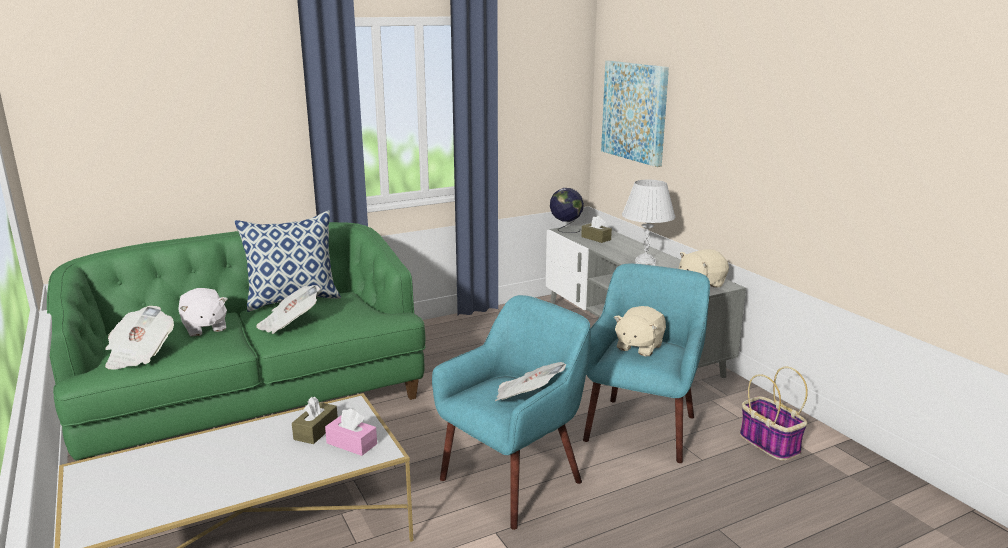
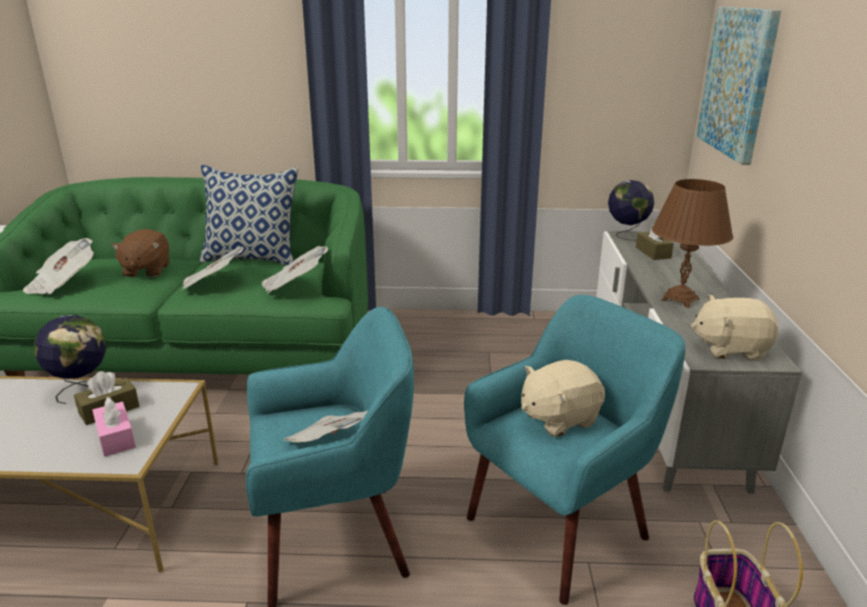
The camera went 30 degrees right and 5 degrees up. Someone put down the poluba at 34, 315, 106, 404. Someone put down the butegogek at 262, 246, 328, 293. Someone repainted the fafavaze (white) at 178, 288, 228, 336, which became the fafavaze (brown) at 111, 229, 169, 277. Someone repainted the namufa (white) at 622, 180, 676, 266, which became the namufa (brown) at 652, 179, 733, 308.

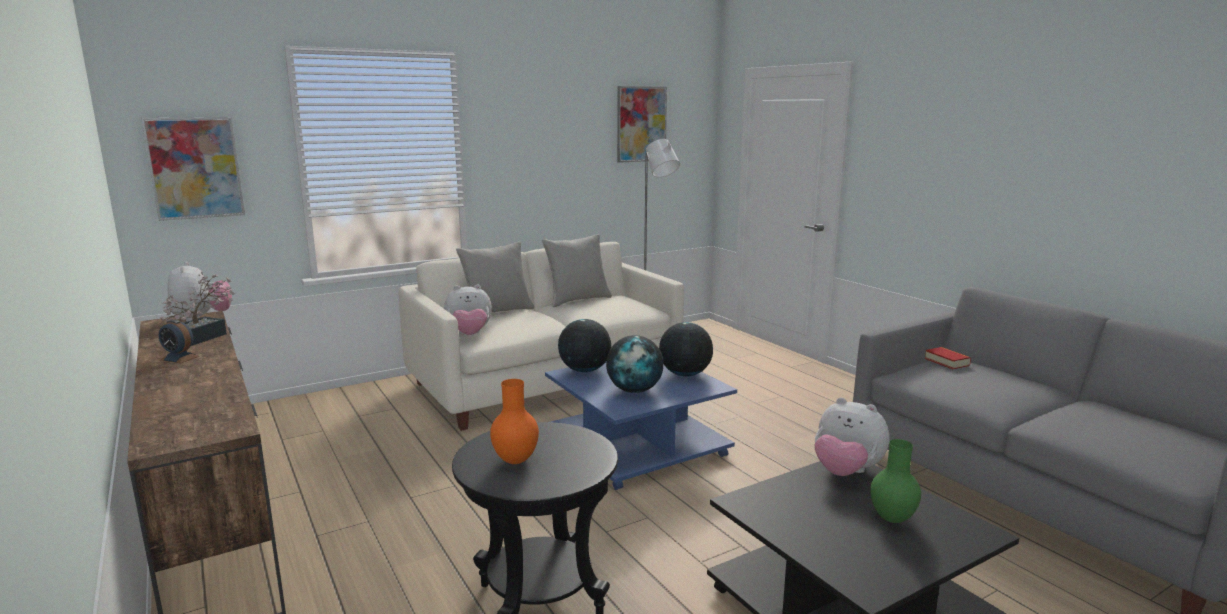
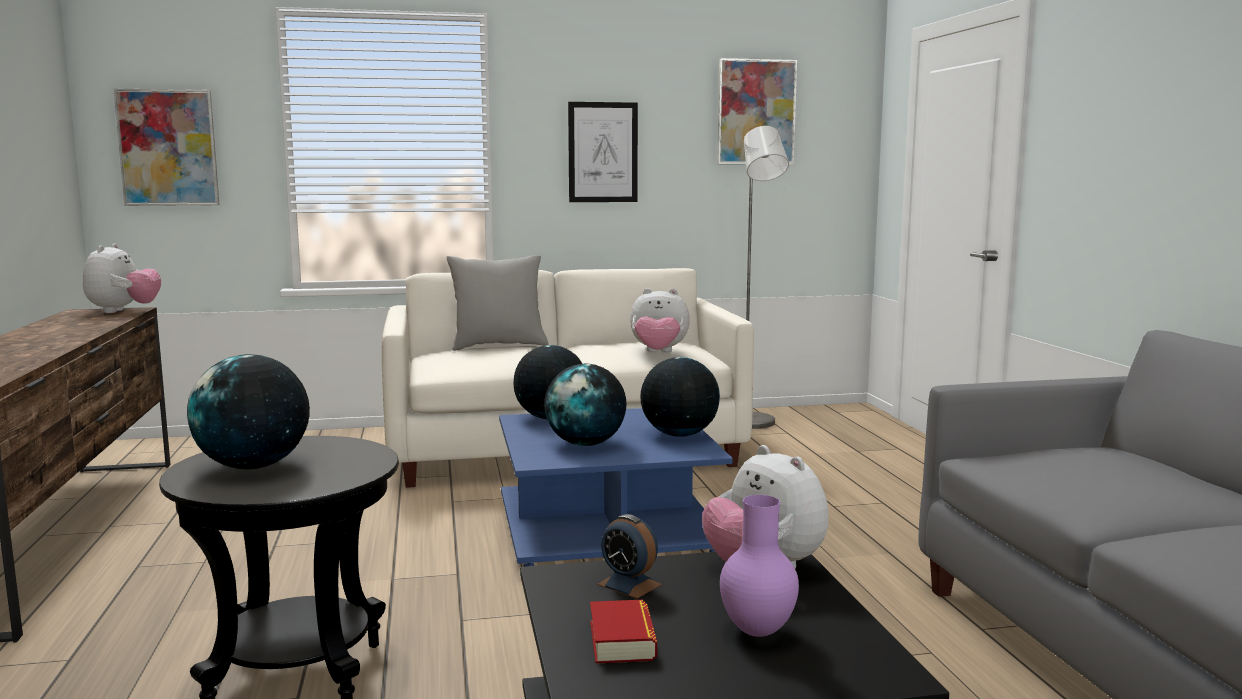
The camera went 20 degrees right and 5 degrees down. Someone took away the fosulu at 160, 274, 235, 346. Someone took away the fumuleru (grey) at 542, 234, 612, 307. Someone put up the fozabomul at 568, 102, 638, 202. Someone carried the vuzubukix from 159, 320, 199, 363 to 597, 514, 662, 599. Someone carried the fafavaze from 444, 284, 492, 335 to 630, 288, 690, 352. Someone carried the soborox from 925, 347, 971, 369 to 590, 600, 657, 664. Someone swapped the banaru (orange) at 490, 379, 539, 464 for the poluba at 187, 354, 310, 469. Someone repainted the banaru (green) at 870, 439, 921, 523, which became the banaru (purple) at 720, 495, 799, 637.

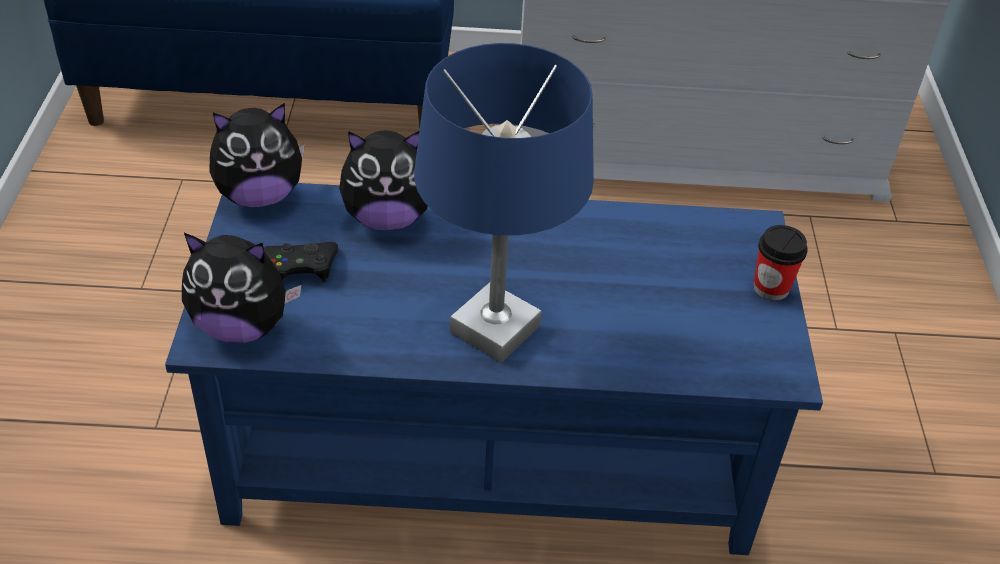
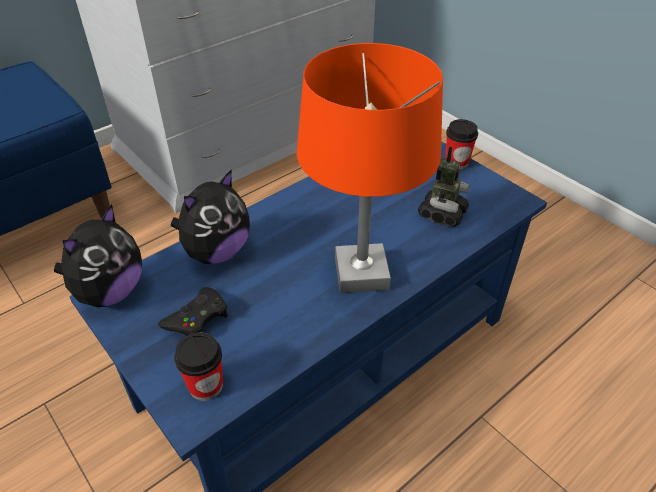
The camera went 40 degrees left and 0 degrees up. Someone put down the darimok at 418, 147, 470, 226. Someone swapped the fafavaze at 182, 233, 302, 343 for the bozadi at 174, 332, 223, 401. Someone repainted the namufa (blue) at 414, 43, 594, 363, which became the namufa (orange) at 297, 43, 443, 293.

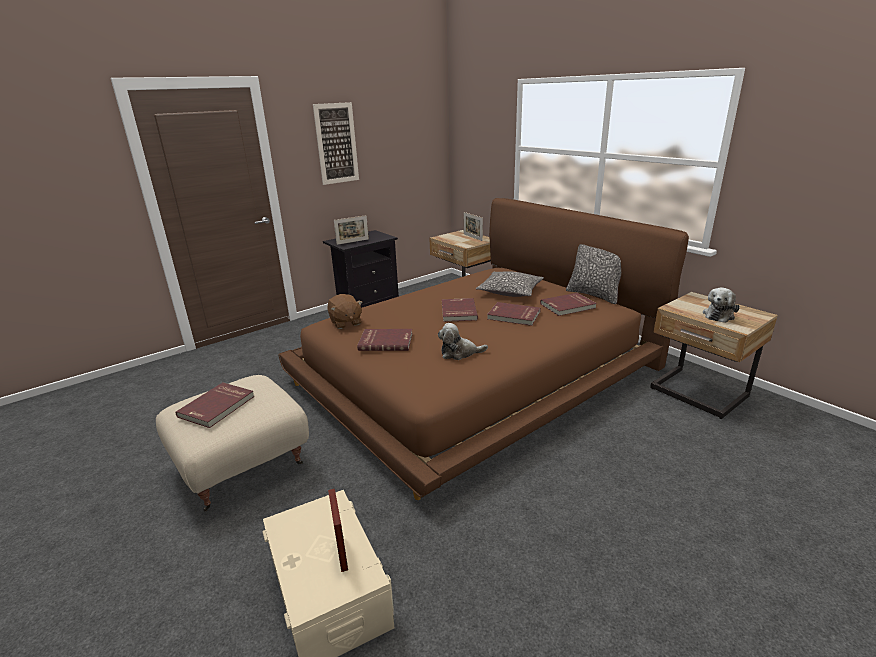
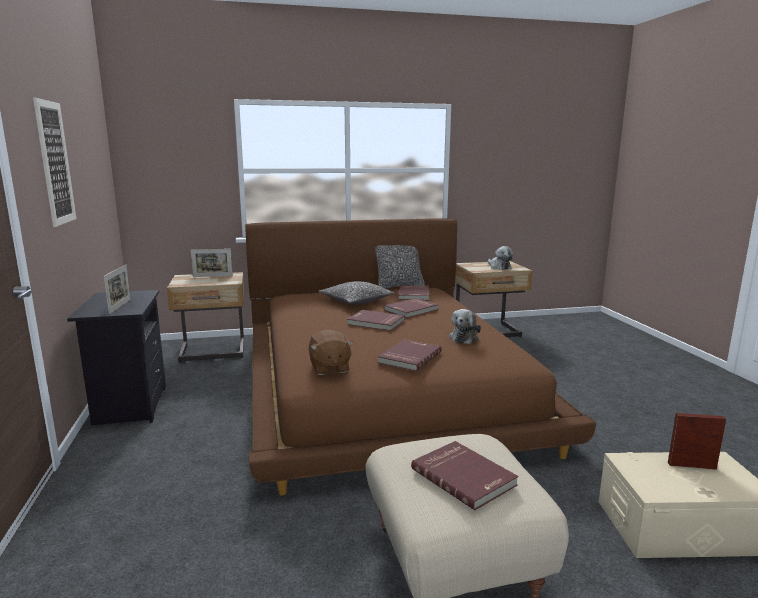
The camera went 65 degrees left and 10 degrees down. Someone rotated the fafavaze (brown) at 327, 294, 363, 329 by 75 degrees clockwise.

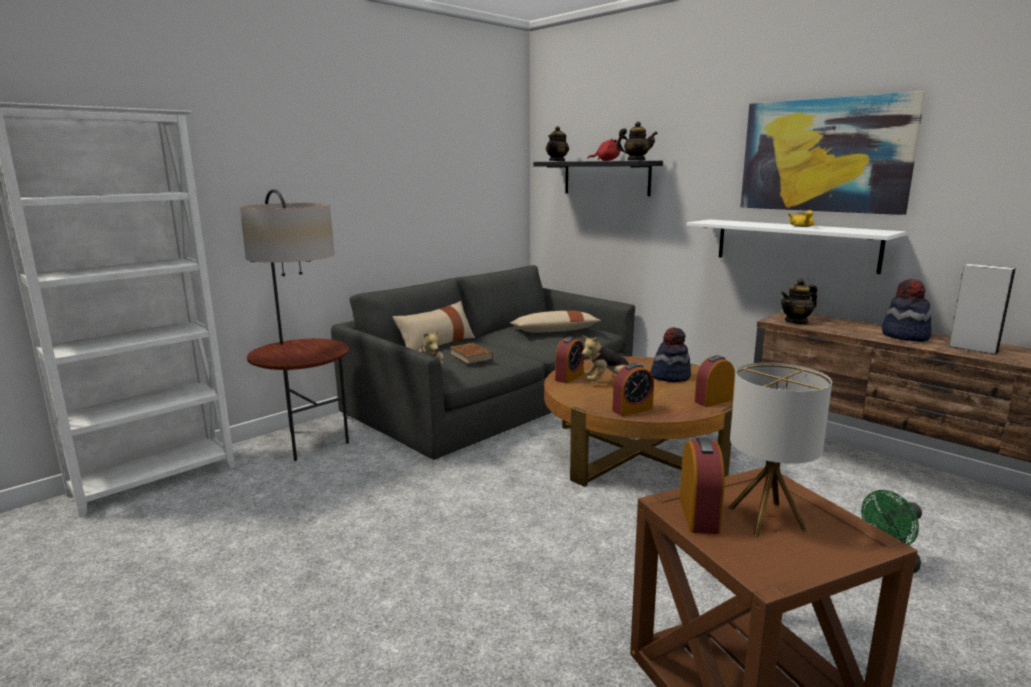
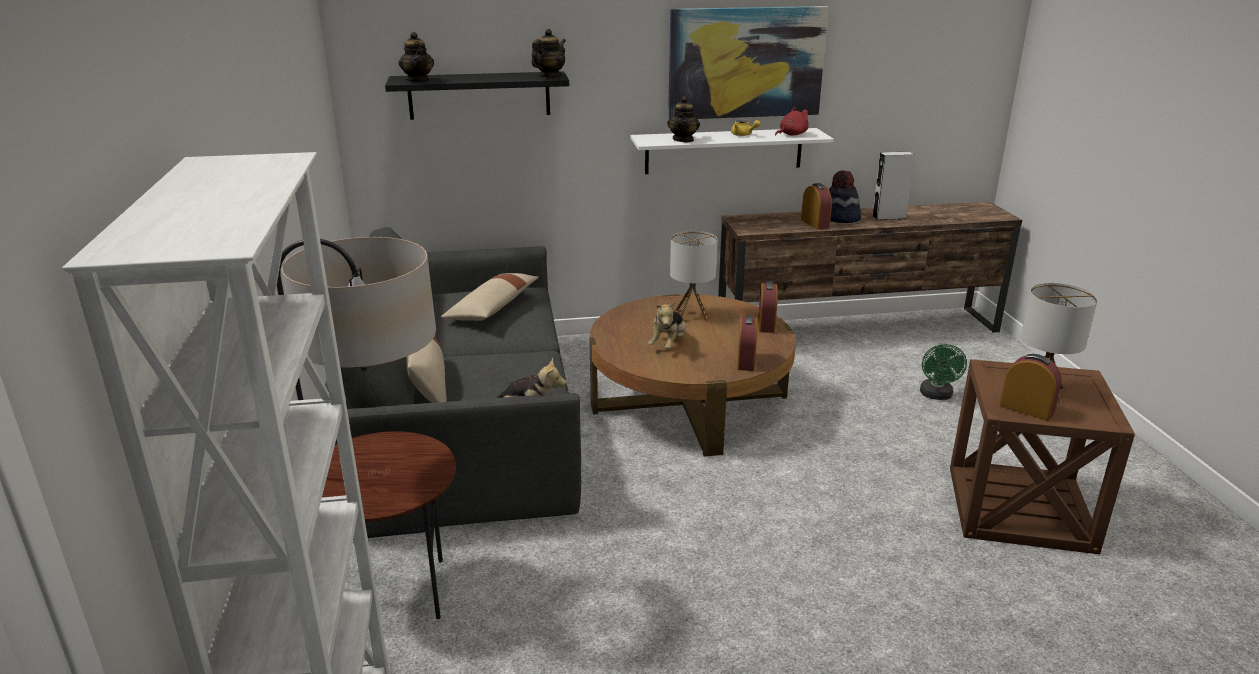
The camera went 55 degrees left and 10 degrees up. Someone took away the soborox (brown) at 450, 343, 493, 364. Someone carried the vuzubukix from 555, 336, 584, 383 to 801, 183, 832, 230. Someone carried the fafavaze (red) from 587, 139, 620, 161 to 775, 107, 809, 136. Someone carried the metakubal from 781, 278, 817, 325 to 667, 96, 700, 142. Someone swapped the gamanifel at 650, 327, 691, 382 for the namufa at 670, 231, 718, 322.

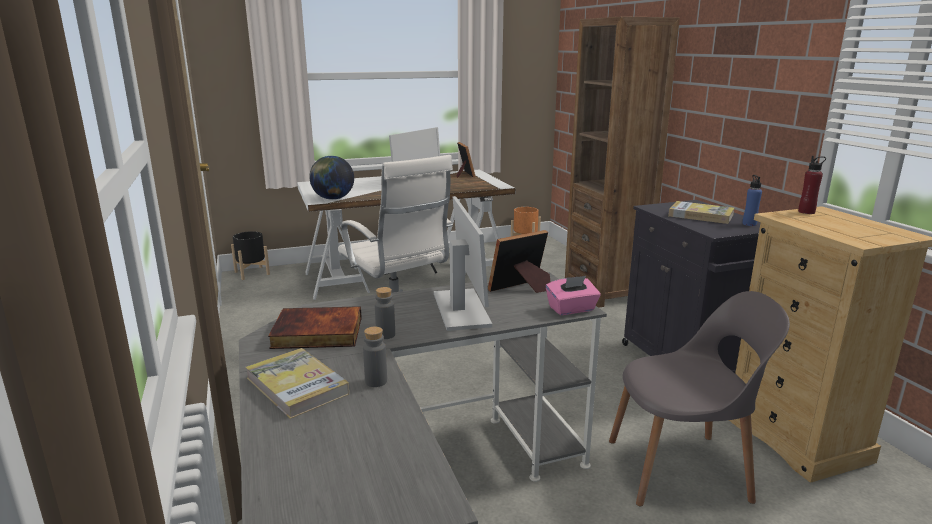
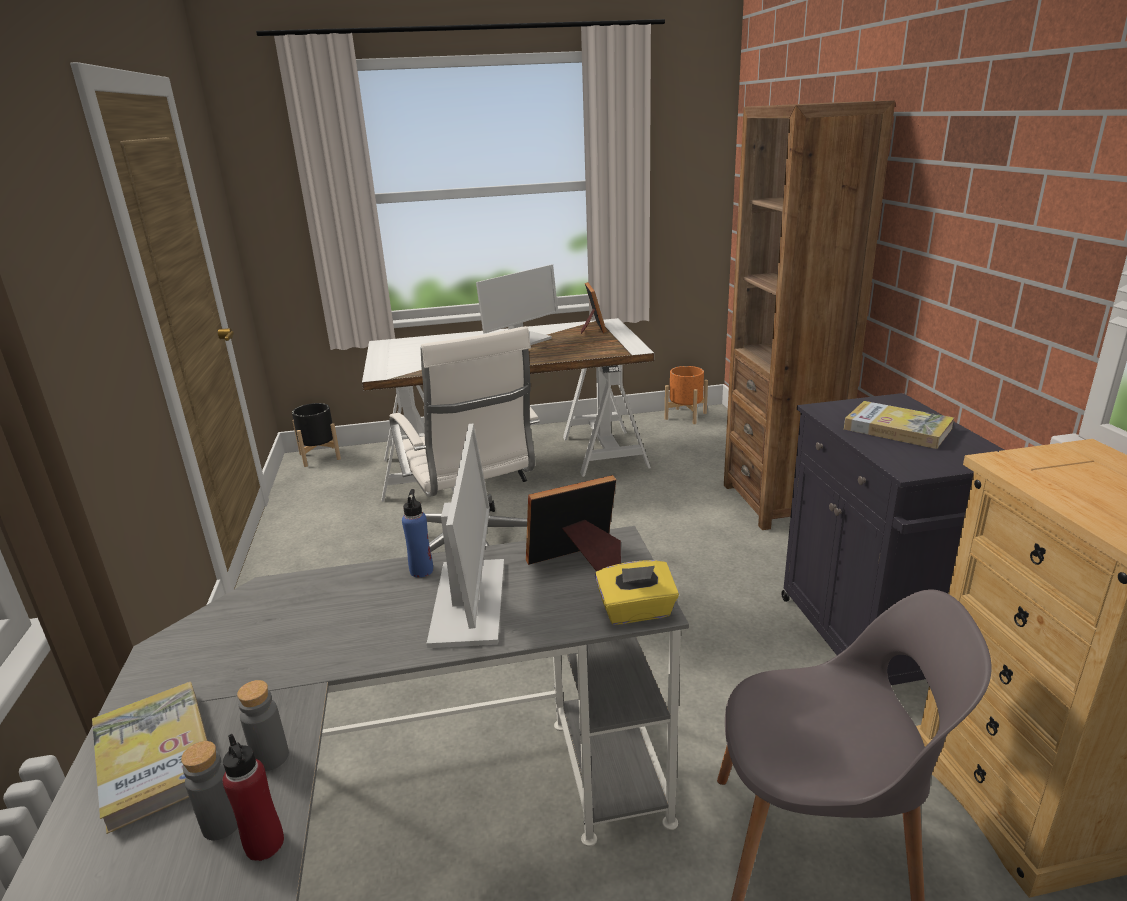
The camera went 10 degrees right and 5 degrees up. Someone took away the soborox at 268, 306, 362, 349. Someone took away the poluba at 309, 156, 354, 200. Someone carried the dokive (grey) from 375, 287, 395, 339 to 181, 741, 238, 840. Someone carried the dokive (blue) from 742, 175, 762, 226 to 402, 489, 433, 578. Someone carried the dokive (red) from 798, 156, 826, 214 to 223, 734, 284, 861. Someone repainted the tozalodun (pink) at 546, 276, 601, 315, which became the tozalodun (yellow) at 595, 560, 679, 625.

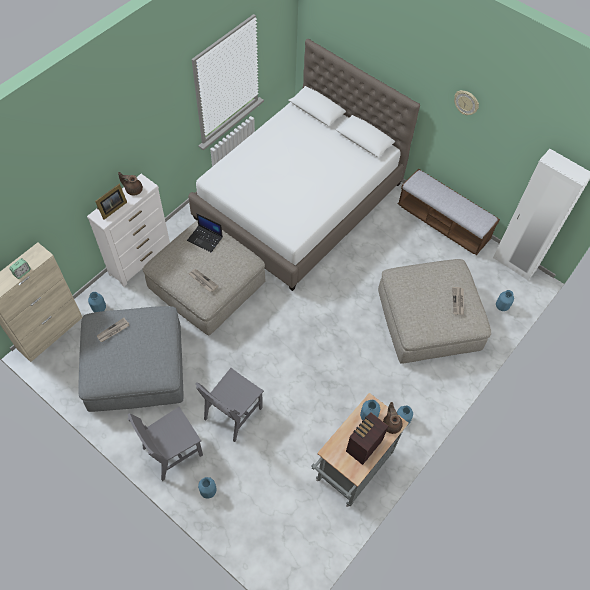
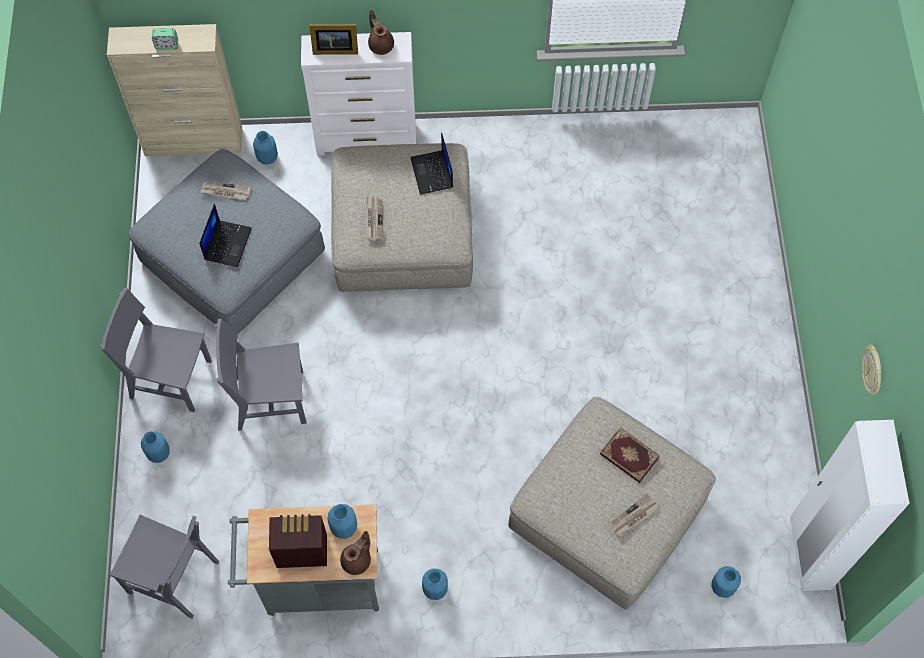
The camera went 50 degrees right and 5 degrees up. Someone took away the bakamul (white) at 188, 39, 420, 291. Someone took away the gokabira at 398, 168, 500, 255. Someone put down the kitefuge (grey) at 109, 515, 219, 619. Someone put down the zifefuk at 199, 204, 252, 267. Someone put down the soborox at 600, 427, 660, 483. Someone carried the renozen from 454, 90, 479, 115 to 862, 344, 881, 395.

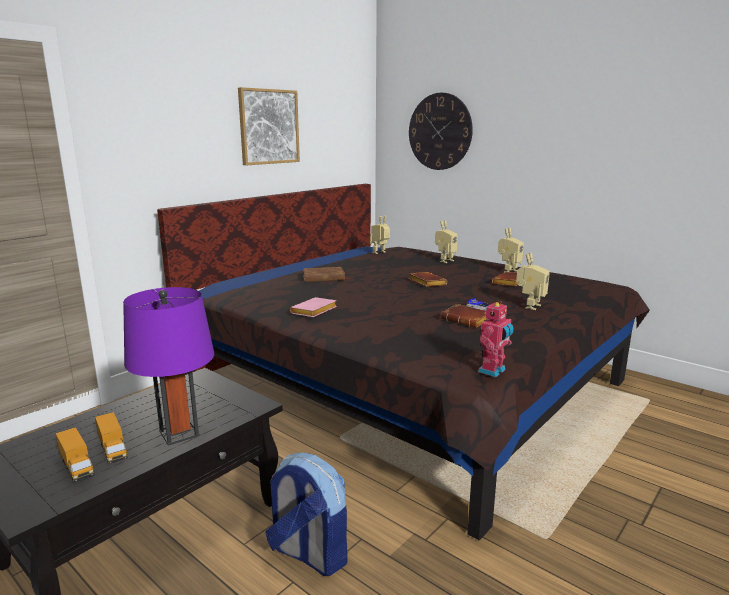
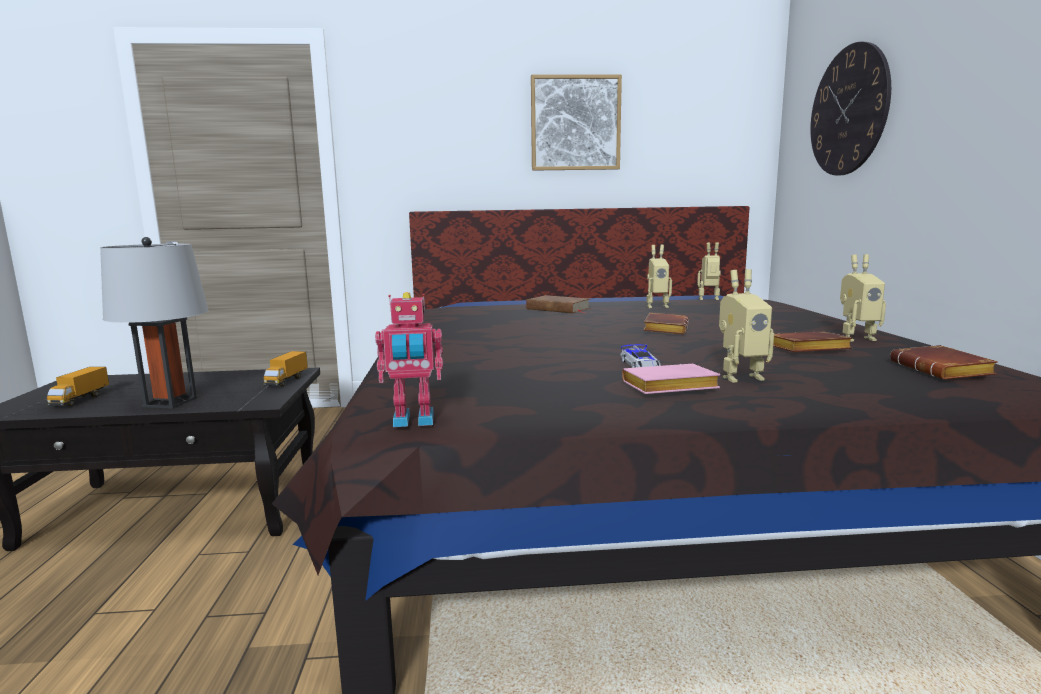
The camera went 45 degrees right and 5 degrees down. Someone took away the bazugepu at 265, 452, 348, 576. Someone carried the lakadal from 95, 412, 128, 464 to 263, 351, 308, 387. Someone carried the soborox (pink) from 290, 297, 337, 317 to 622, 364, 720, 394. Someone carried the darimok from 435, 220, 458, 263 to 646, 245, 672, 308. Someone carried the soborox (brown) from 441, 304, 488, 328 to 890, 345, 998, 379. Someone repainted the namufa (purple) at 123, 287, 214, 446, which became the namufa (grey) at 100, 237, 209, 409.

